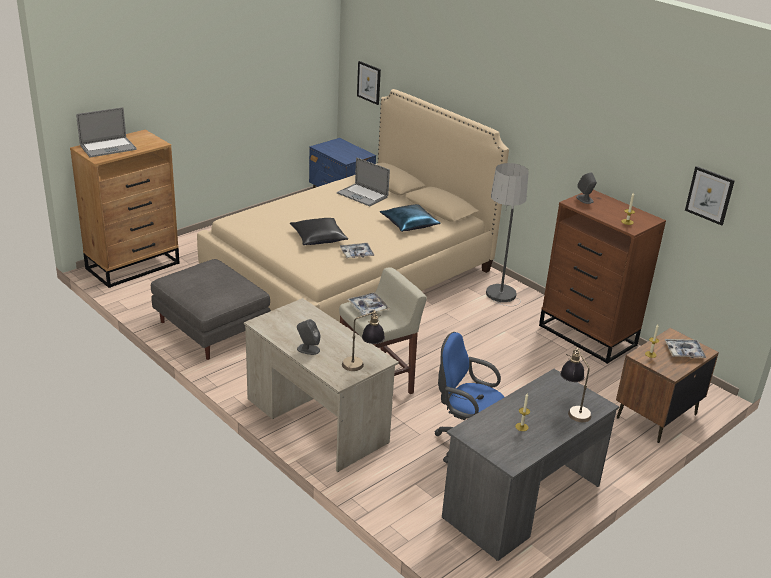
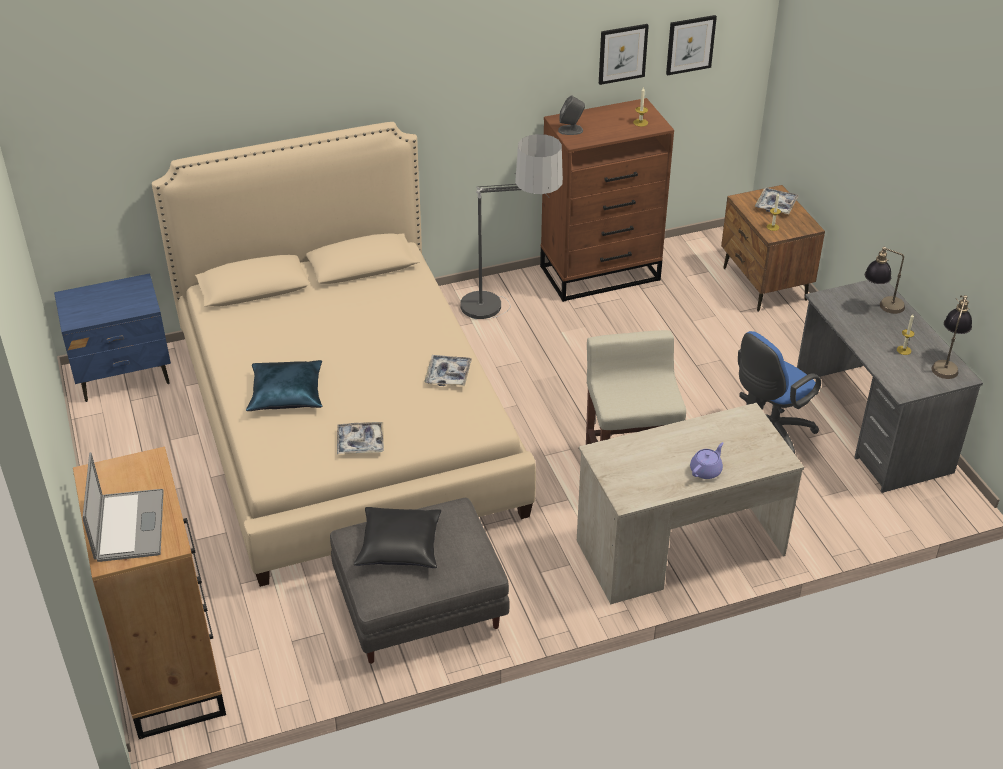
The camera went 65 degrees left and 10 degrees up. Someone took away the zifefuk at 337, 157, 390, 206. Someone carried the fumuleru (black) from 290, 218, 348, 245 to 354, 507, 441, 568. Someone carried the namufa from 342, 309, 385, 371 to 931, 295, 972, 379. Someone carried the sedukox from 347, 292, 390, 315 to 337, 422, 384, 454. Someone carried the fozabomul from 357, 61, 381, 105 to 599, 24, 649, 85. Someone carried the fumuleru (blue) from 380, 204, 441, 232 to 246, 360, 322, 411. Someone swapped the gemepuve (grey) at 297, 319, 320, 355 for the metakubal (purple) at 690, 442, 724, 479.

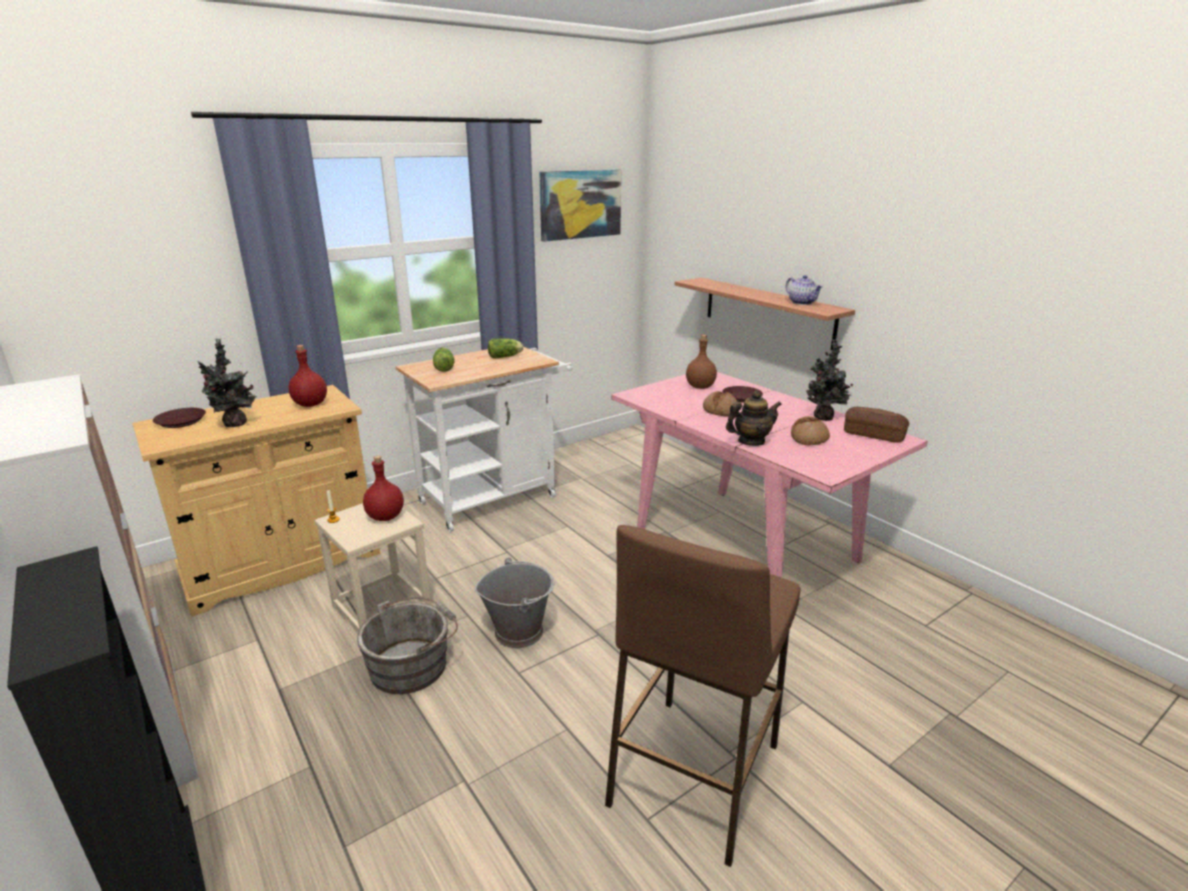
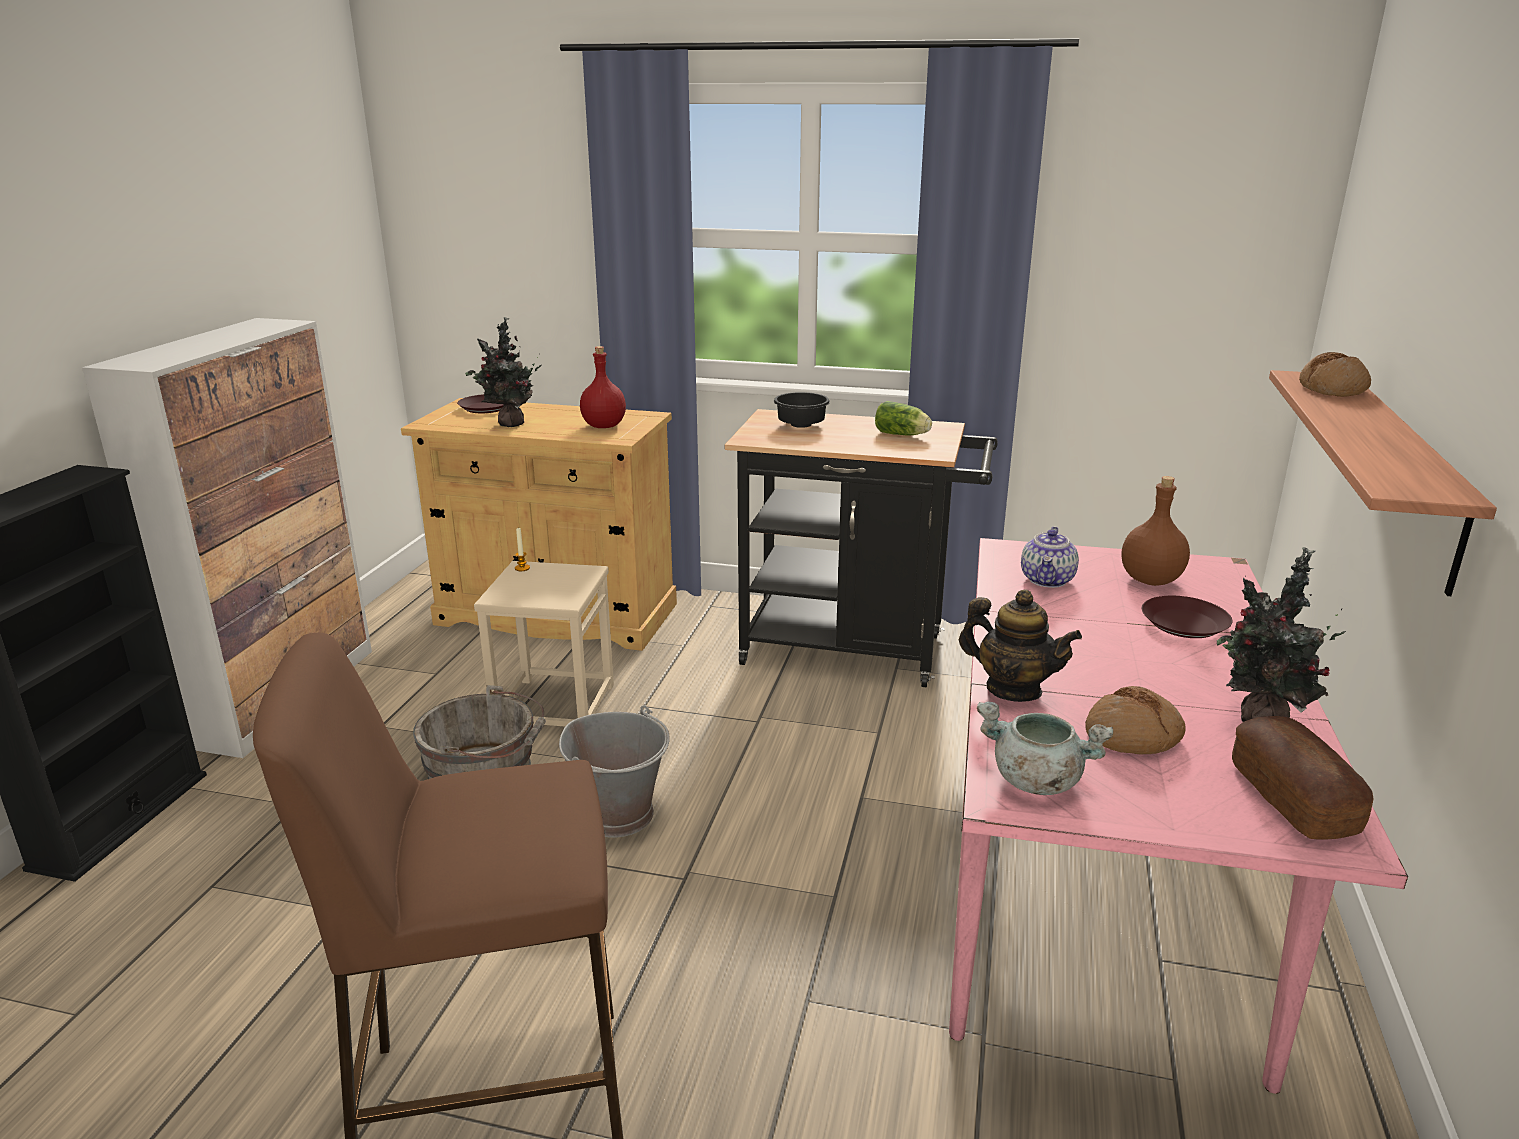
The camera went 50 degrees right and 0 degrees up. Someone took away the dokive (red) at 363, 456, 404, 521. Someone took away the fozabomul at 539, 170, 621, 242. Someone put down the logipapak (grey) at 977, 702, 1113, 795. Someone carried the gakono from 703, 391, 738, 416 to 1299, 352, 1371, 397. Someone carried the metakubal from 786, 275, 823, 305 to 1021, 527, 1079, 588. Someone swapped the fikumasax at 433, 348, 455, 372 for the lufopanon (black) at 774, 392, 830, 428. Someone repainted the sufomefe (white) at 395, 346, 573, 532, which became the sufomefe (black) at 725, 409, 998, 687.

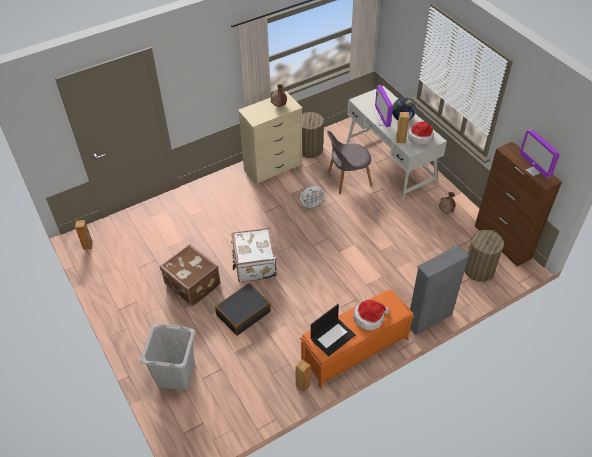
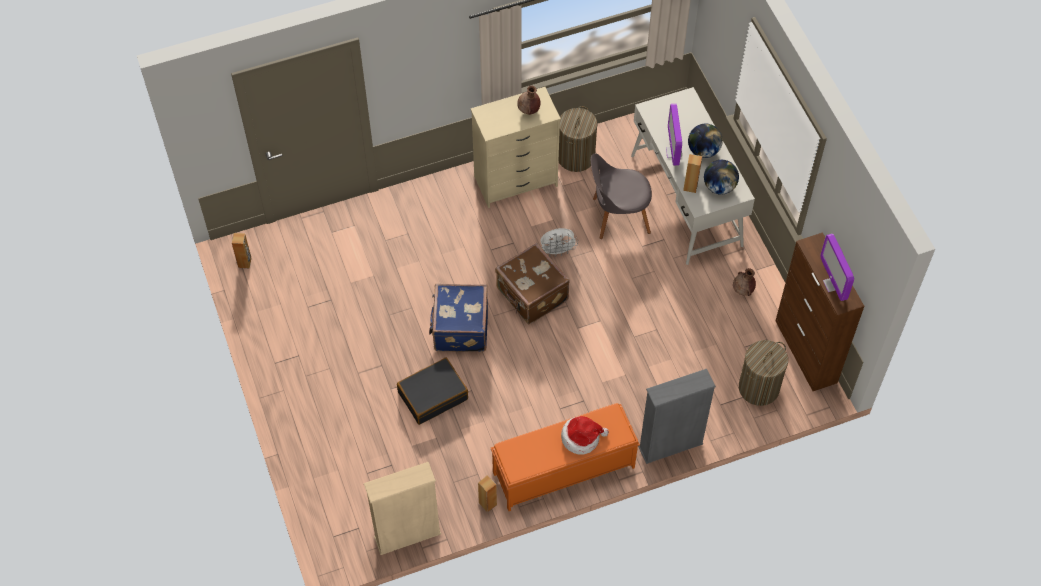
The camera went 10 degrees right and 10 degrees up. Someone took away the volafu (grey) at 140, 324, 195, 390. Someone took away the zifefuk at 311, 304, 356, 356. Someone put down the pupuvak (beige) at 364, 462, 441, 555. Someone carried the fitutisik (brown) from 160, 244, 221, 306 to 495, 243, 570, 324. Someone swapped the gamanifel at 408, 121, 434, 145 for the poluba at 704, 160, 739, 195. Someone repainted the fitutisik (white) at 231, 228, 277, 282, which became the fitutisik (blue) at 429, 284, 488, 352.

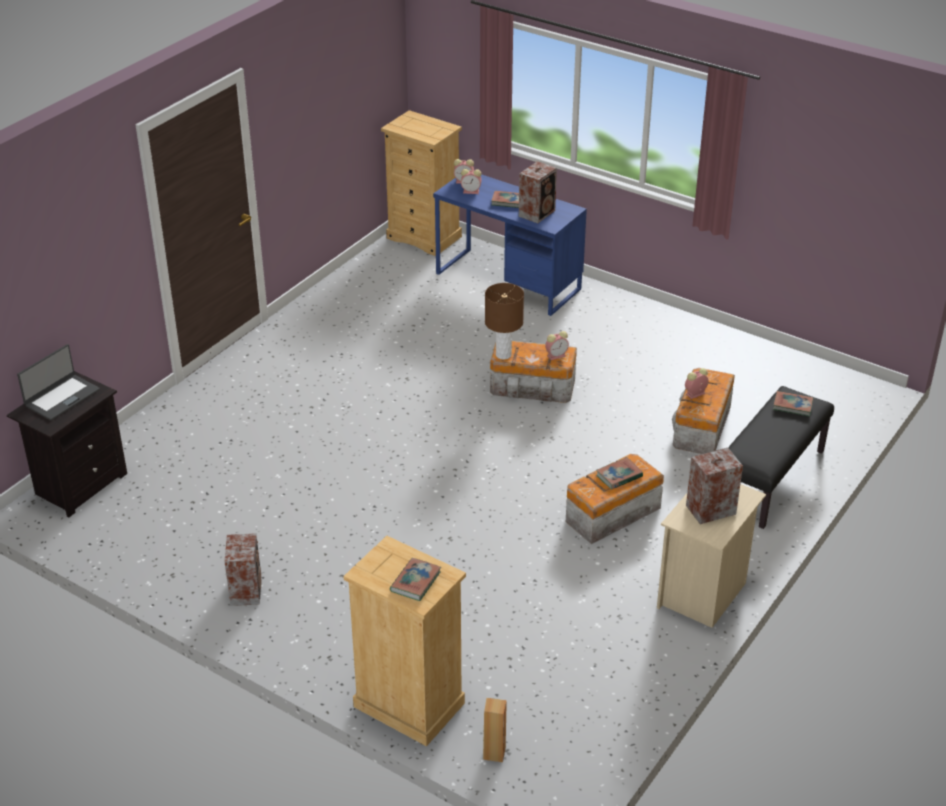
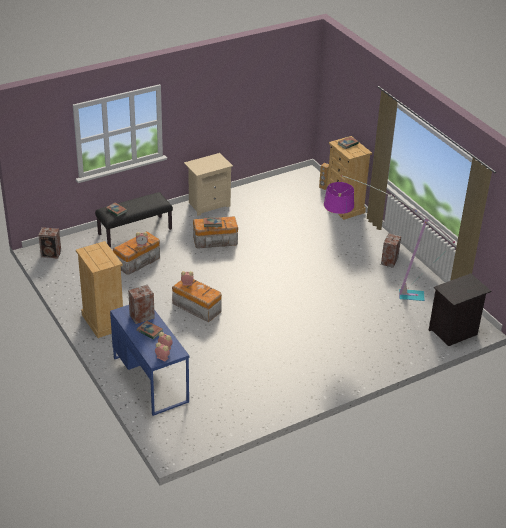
The camera went 155 degrees left and 0 degrees up. Someone took away the zifefuk at 17, 344, 100, 420. Someone took away the namufa (brown) at 485, 283, 524, 360. Someone put down the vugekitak at 324, 175, 455, 301. Someone carried the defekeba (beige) from 381, 110, 462, 256 to 76, 241, 123, 338. Someone carried the gemepuve from 686, 448, 743, 524 to 38, 227, 61, 259.

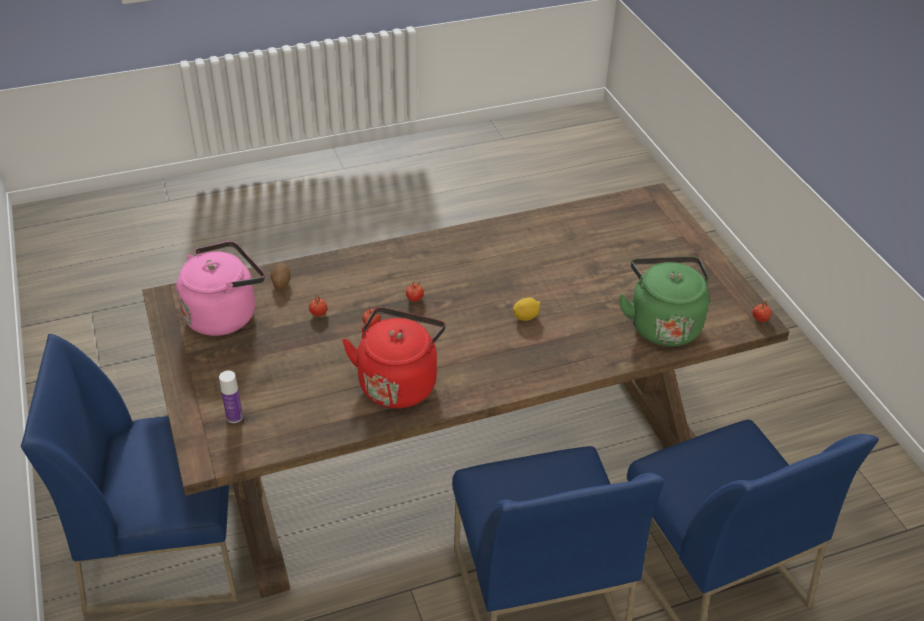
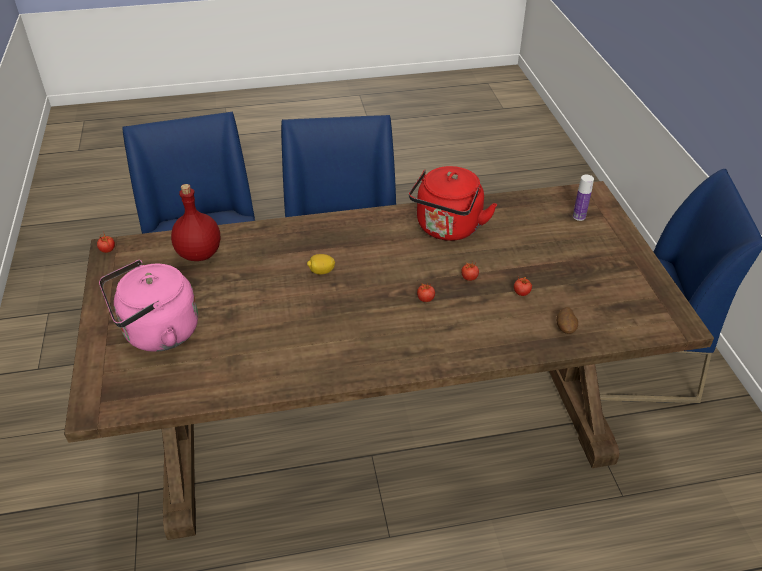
The camera went 170 degrees left and 0 degrees up. Someone carried the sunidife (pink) from 176, 241, 265, 336 to 99, 260, 198, 352. Someone swapped the sunidife (green) at 619, 256, 710, 346 for the dokive (red) at 171, 184, 221, 261.

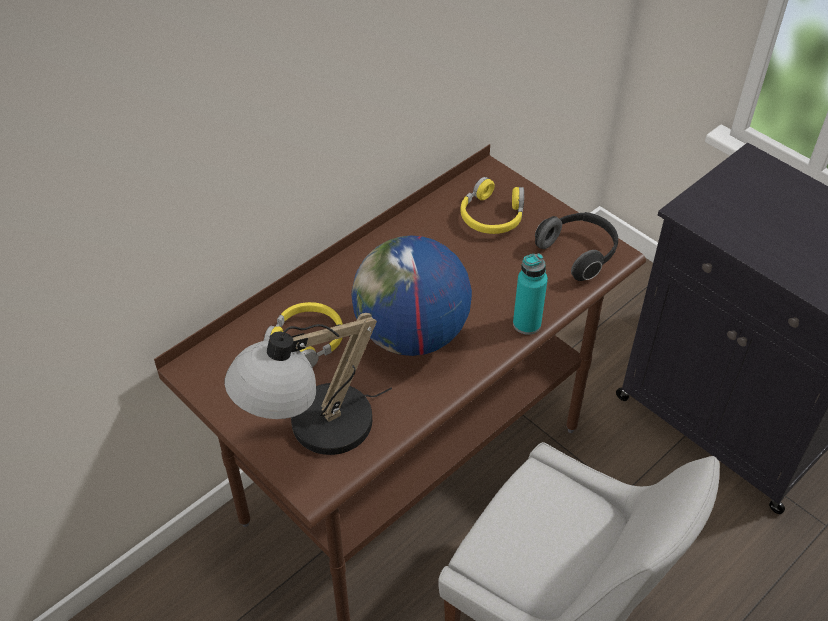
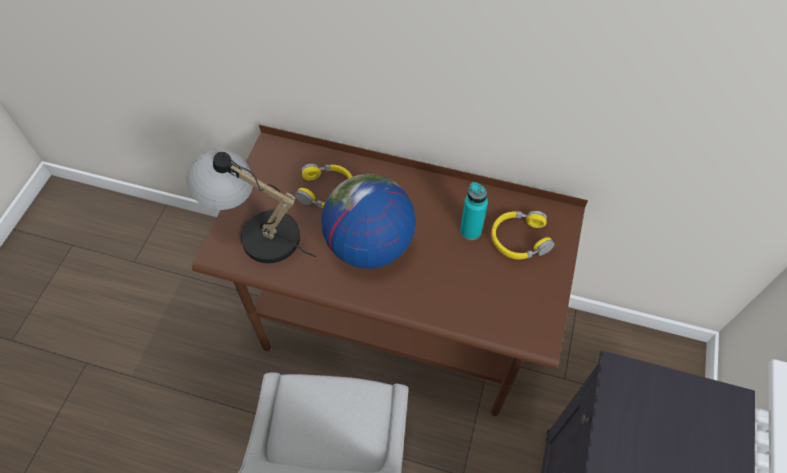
The camera went 60 degrees right and 10 degrees up. Someone took away the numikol at 535, 212, 618, 281. Someone carried the dokive (turquoise) from 513, 253, 548, 335 to 460, 182, 488, 240.

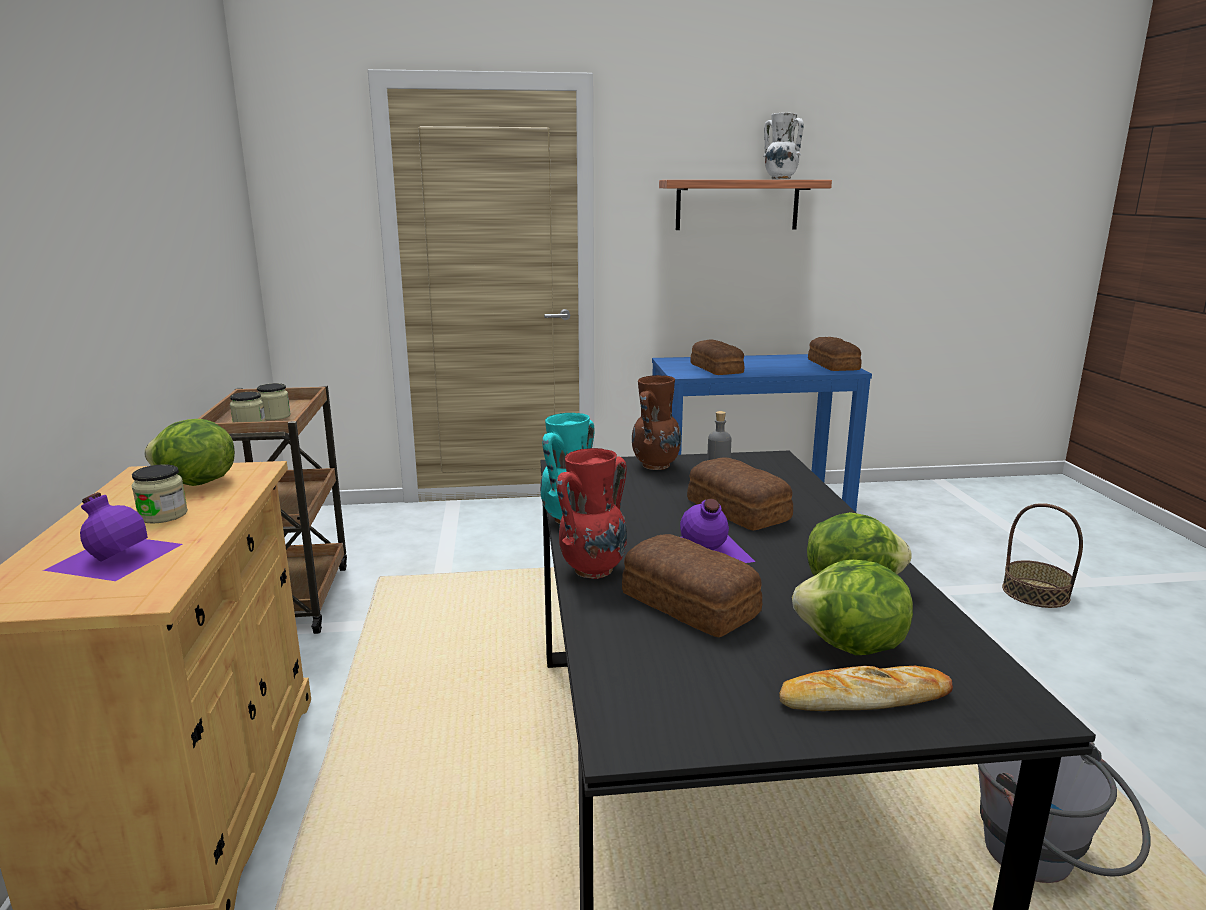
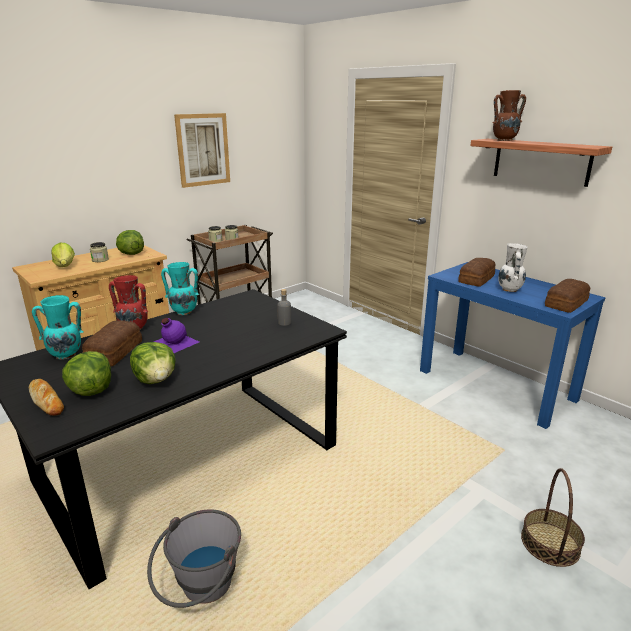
The camera went 55 degrees right and 5 degrees up. Someone took away the gakono at 687, 457, 793, 531. Someone put down the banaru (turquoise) at 32, 295, 83, 360. Someone put up the fozabomul at 174, 113, 230, 188. Someone carried the banaru (brown) from 632, 375, 681, 470 to 493, 90, 526, 141. Someone carried the banaru (white) from 763, 113, 804, 179 to 498, 243, 527, 292. Someone swapped the dokive (purple) at 43, 492, 182, 581 for the fikumasax at 51, 243, 75, 267.

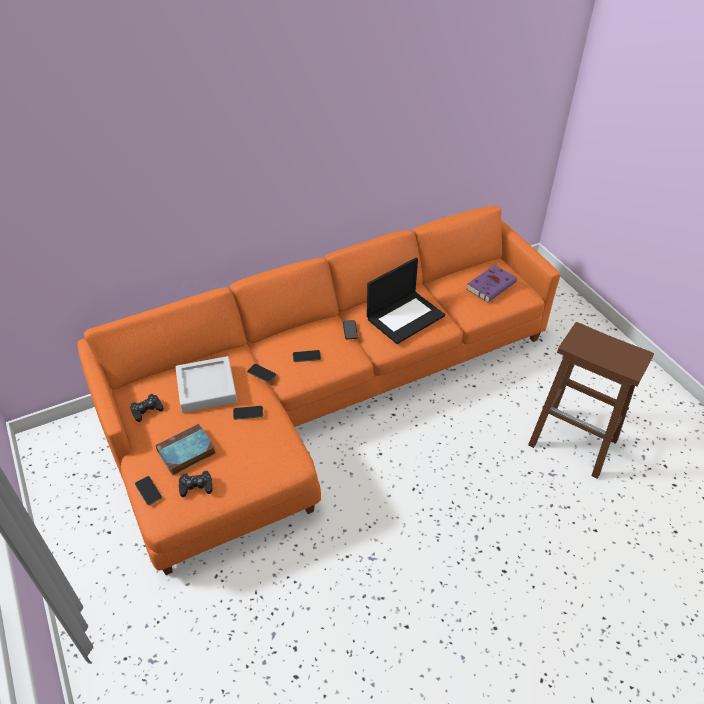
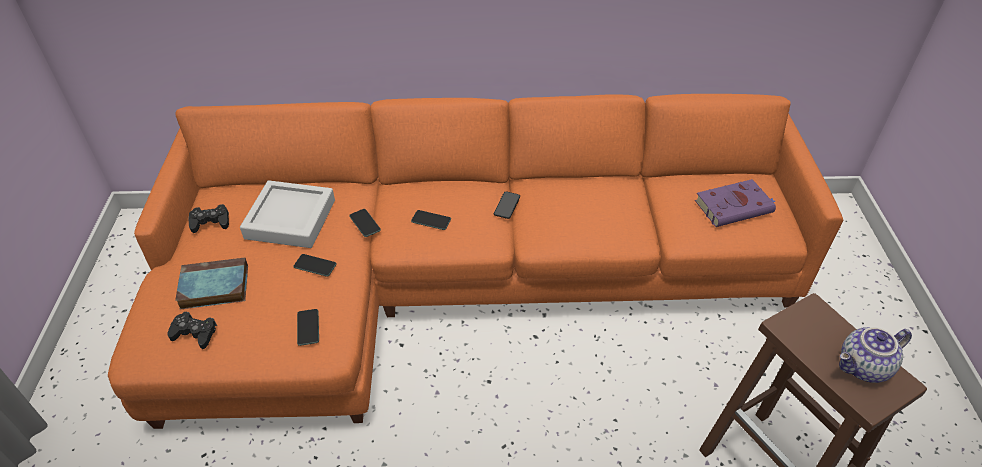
The camera went 25 degrees right and 0 degrees up. Someone took away the zifefuk at 367, 257, 445, 344. Someone put down the metakubal at 839, 327, 912, 383. Someone carried the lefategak from 135, 476, 162, 505 to 297, 309, 319, 346.

